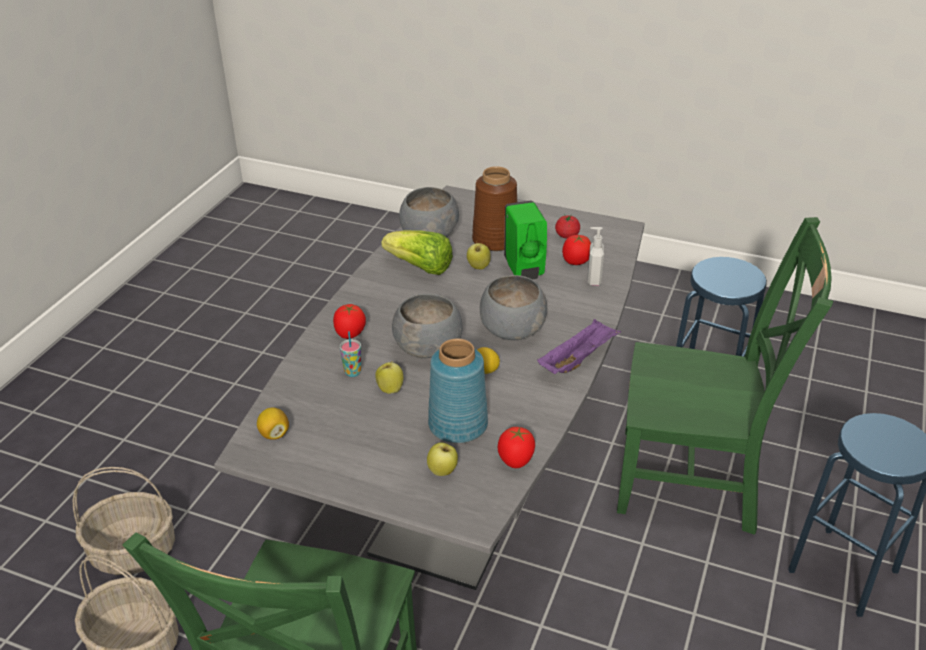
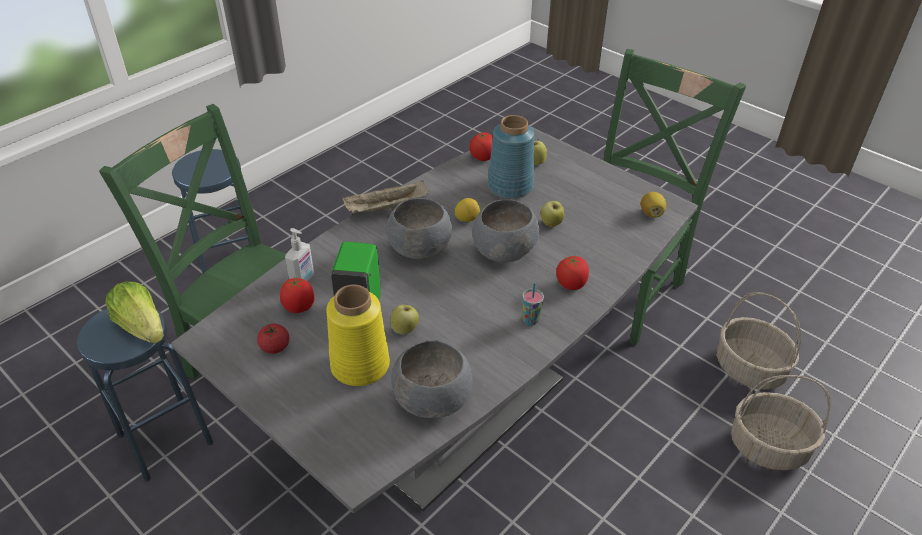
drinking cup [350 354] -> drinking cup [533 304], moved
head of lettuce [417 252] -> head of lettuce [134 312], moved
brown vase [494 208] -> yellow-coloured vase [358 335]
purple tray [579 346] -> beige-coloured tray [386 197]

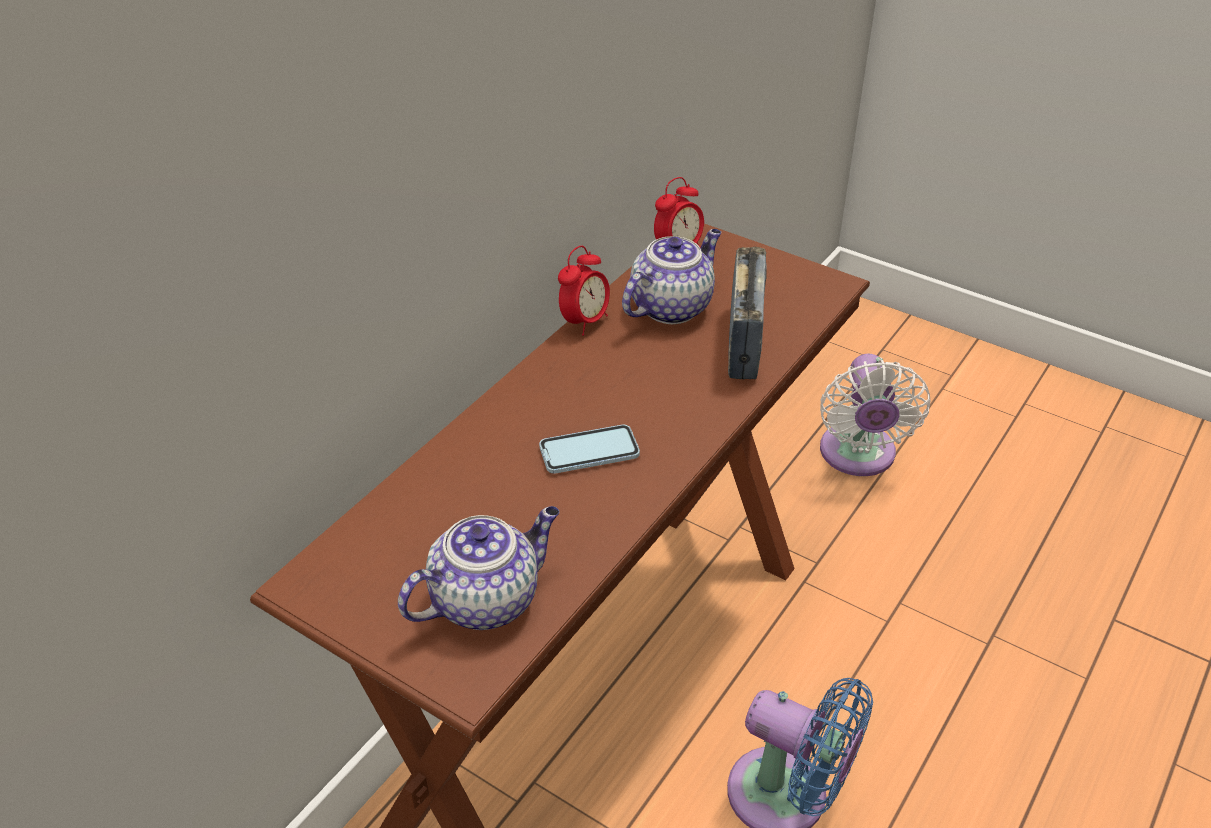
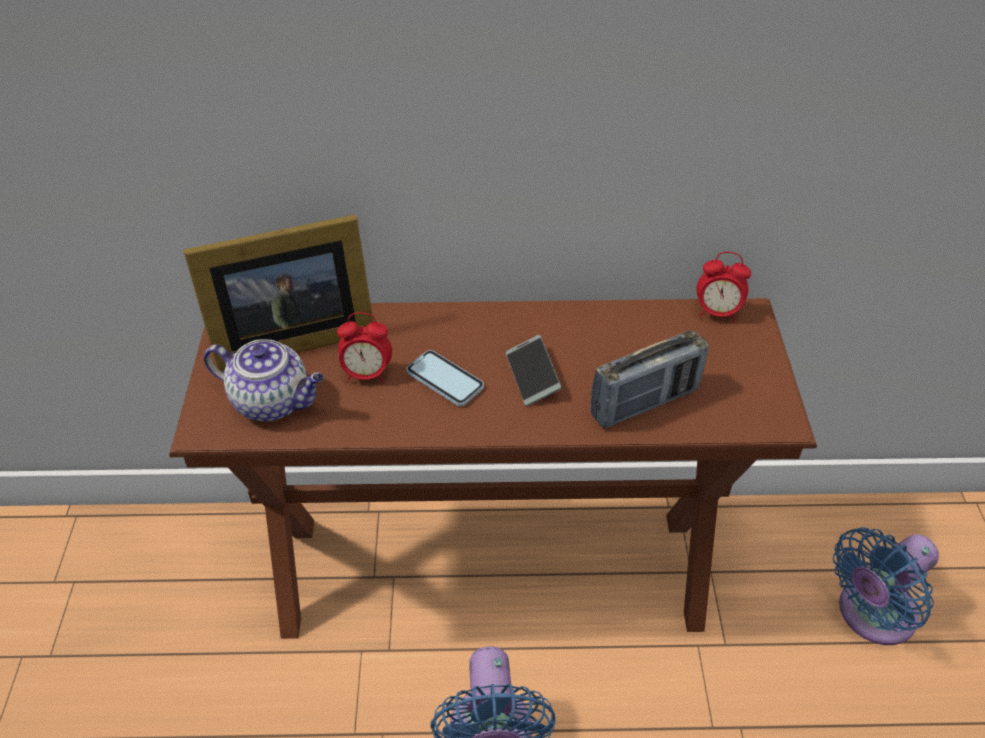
table clock [584 291] -> table clock [364 347], moved
pot for tea [672 276] -> none
white fan [875 415] -> blue-coloured fan [886 586]
none -> photo frame [278 292]
none -> phone [533 370]

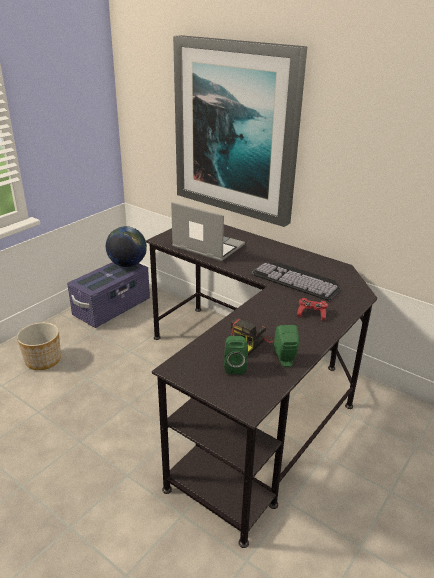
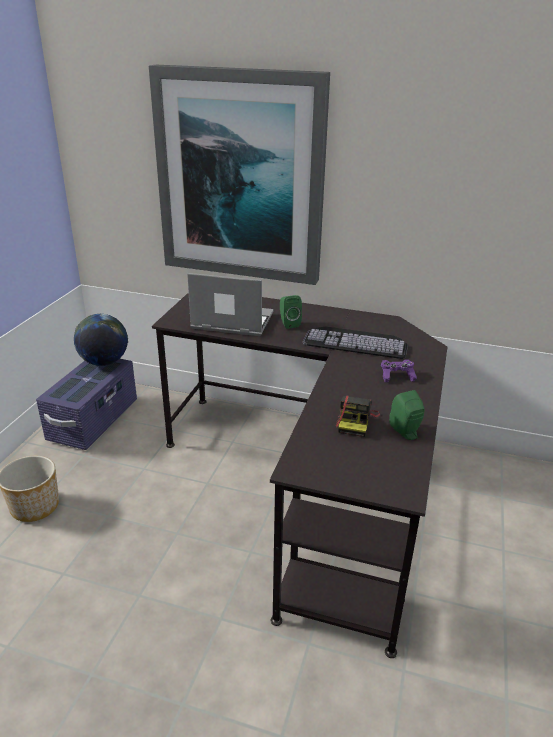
green speaker [236 355] -> green speaker [291 312], moved
red joypad [312 309] -> purple joypad [399 370]

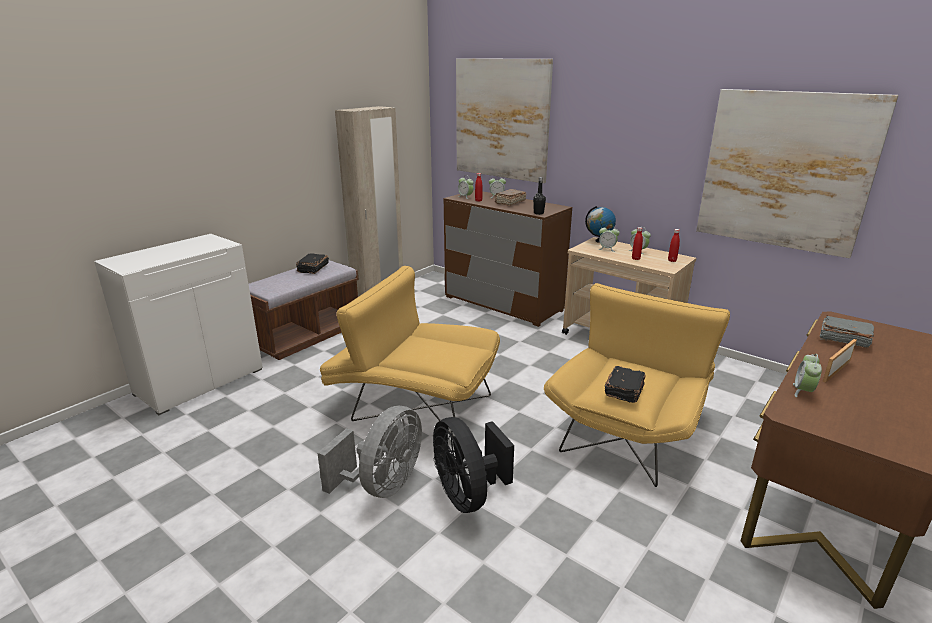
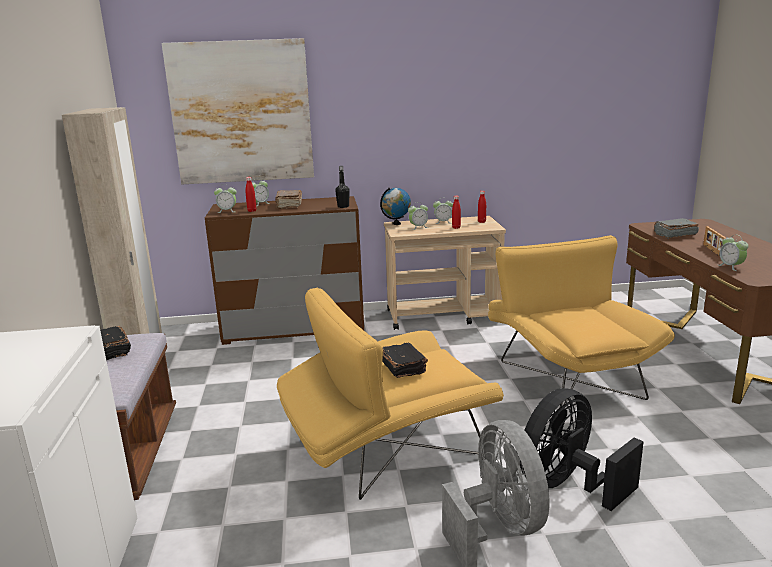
black fan [473 465] -> black fan [582 449], 120 degrees clockwise
black volume [625 384] -> black volume [405 360], moved
wall picture [797 173] -> none

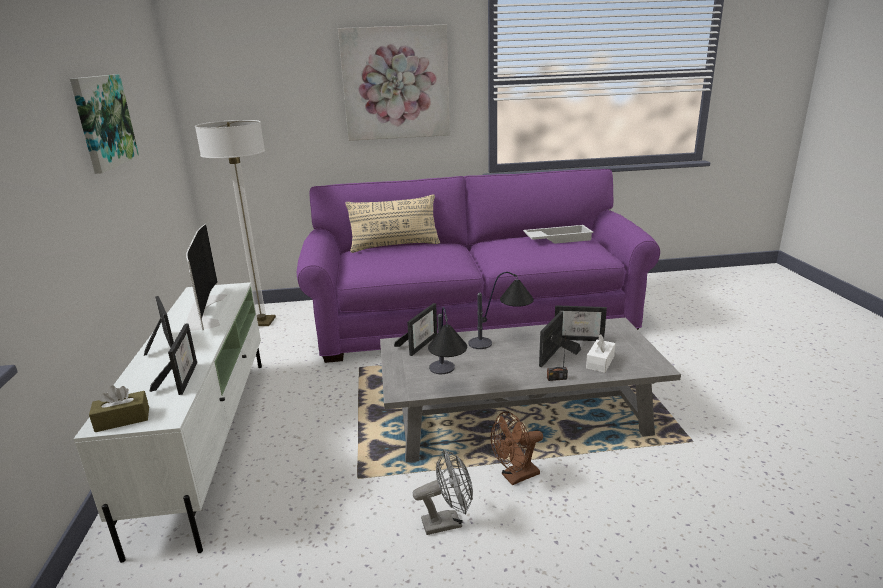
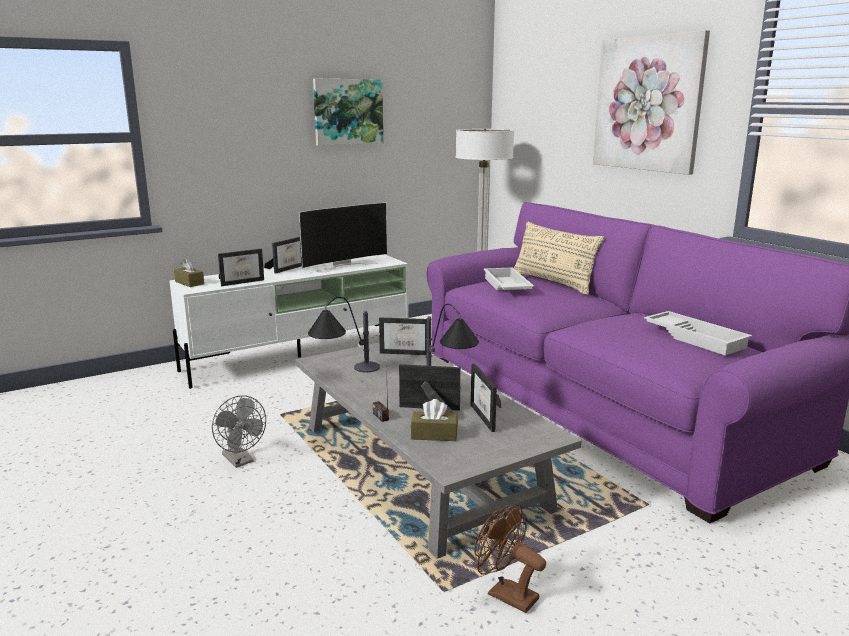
brown fan [517 448] -> brown fan [510 558], moved
white box of tissues [601 353] -> brown box of tissues [434 420]
none -> white tray [509 279]

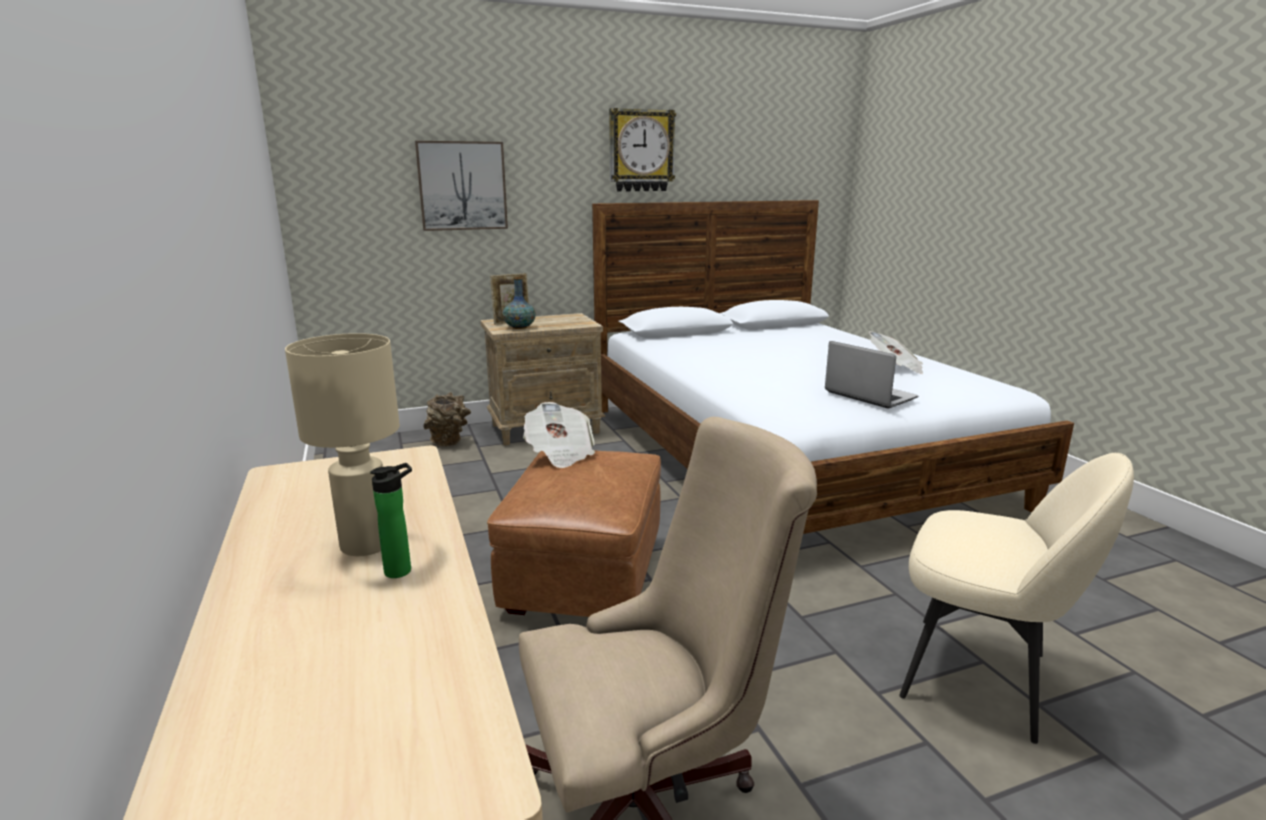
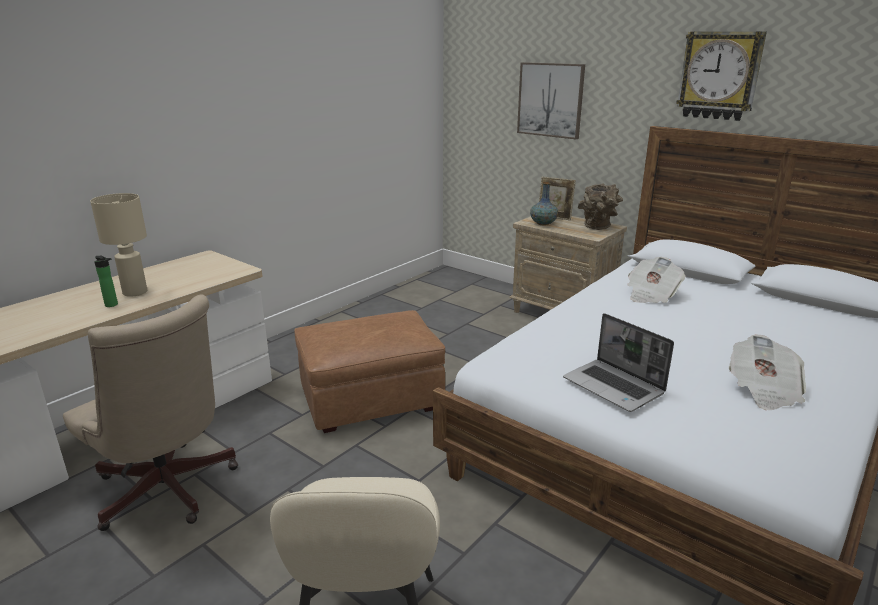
brown vase [447 419] -> brown vase [600 206], moved
printed paper [559 435] -> printed paper [656 280], moved
portable computer [872 374] -> portable computer [618 362], 120 degrees clockwise

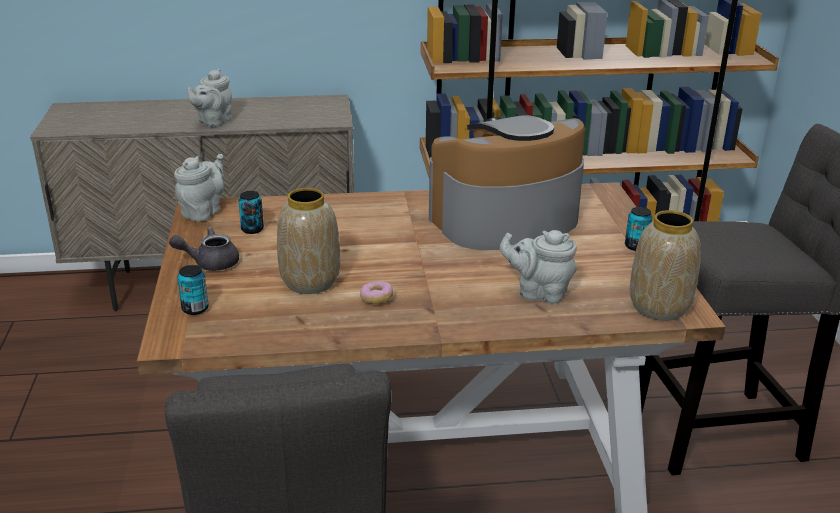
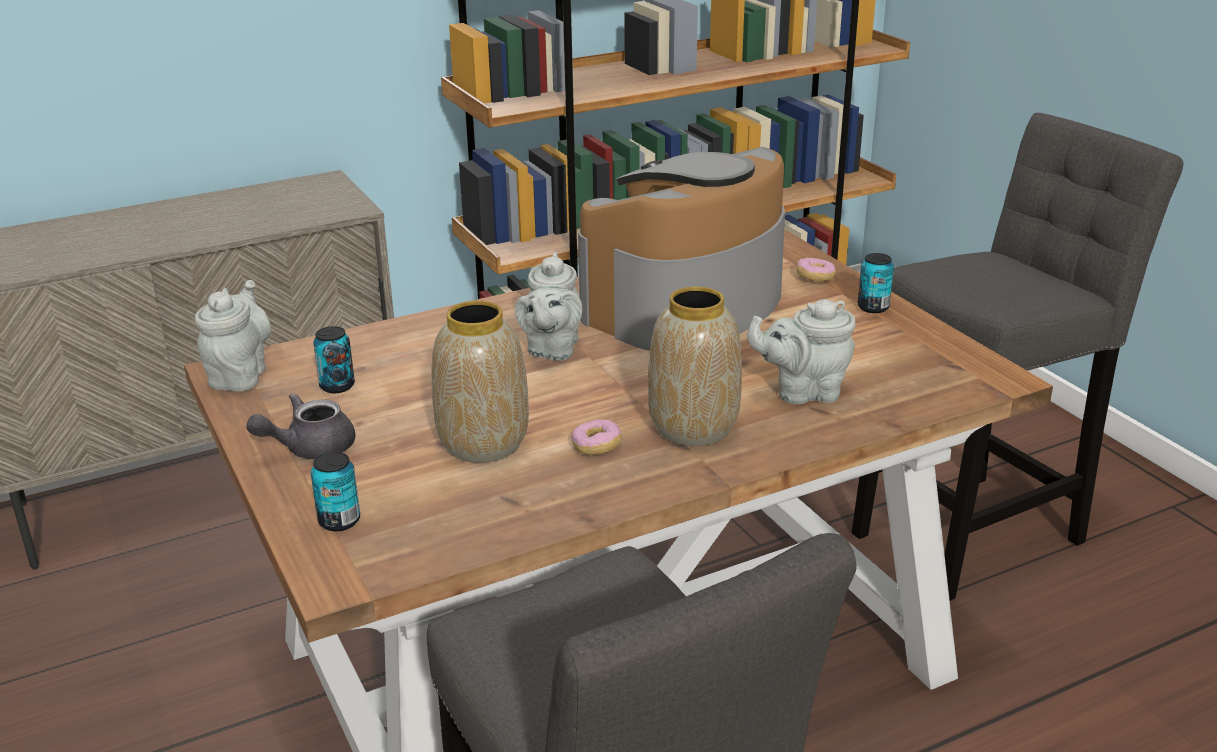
greyish pot for tea [209 98] -> greyish pot for tea [548 306], moved
vase [665 265] -> vase [695 366], moved
none -> ring doughnut [816 269]

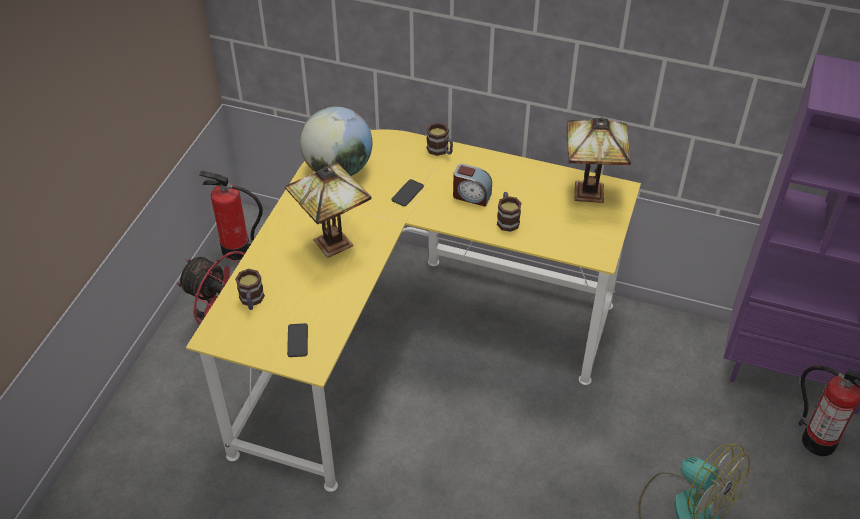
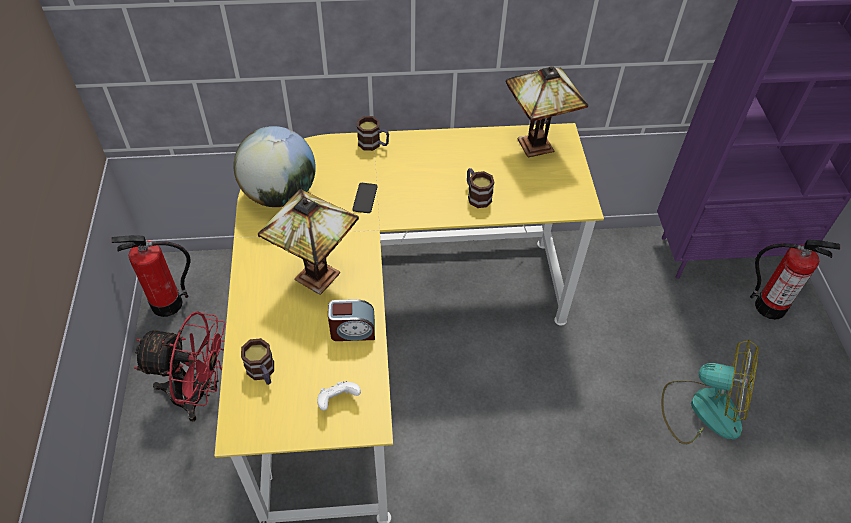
phone [297 340] -> white joypad [339 396]
table clock [472 185] -> table clock [351 320], moved

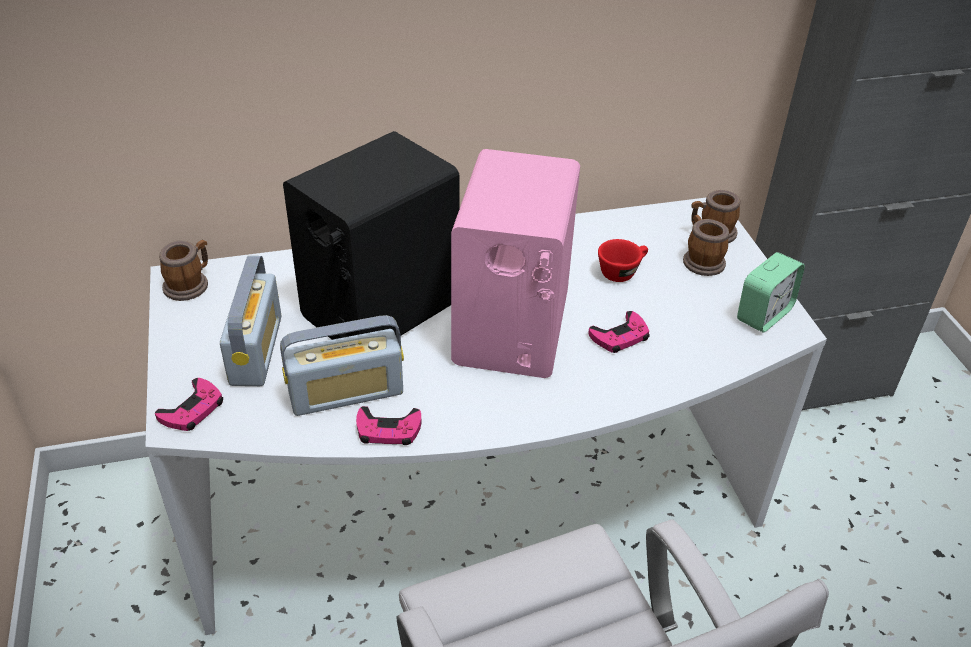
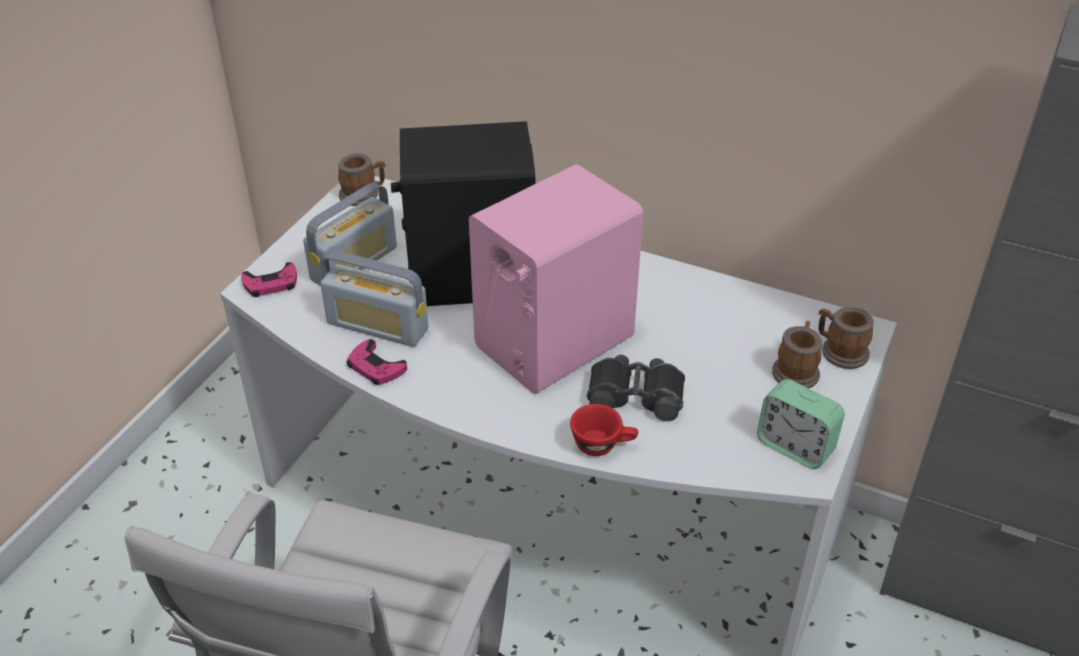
pink joypad [619 332] -> black binoculars [636 388]
red drinking cup [623 260] -> red drinking cup [604 430], moved
table clock [771 292] -> table clock [801 424], 45 degrees clockwise

